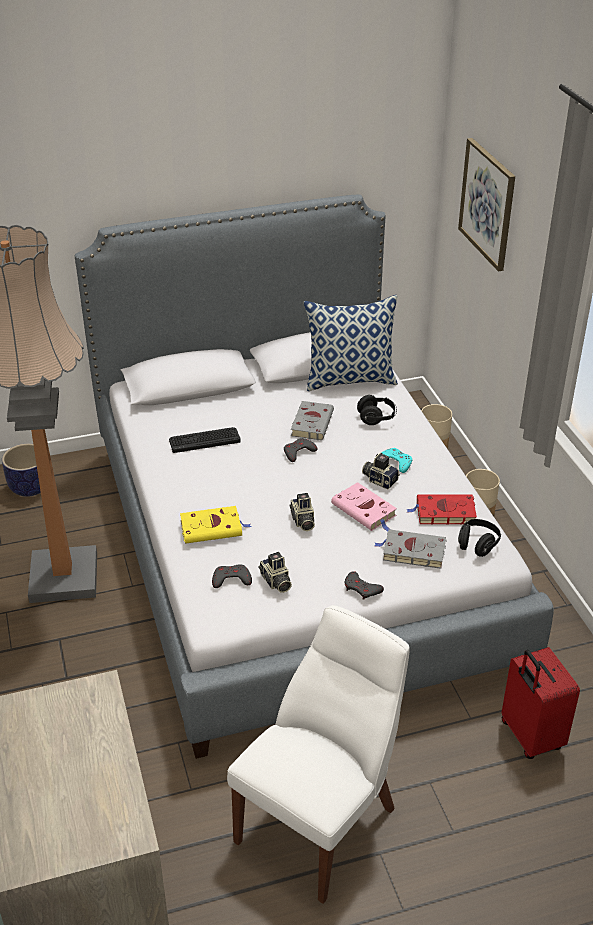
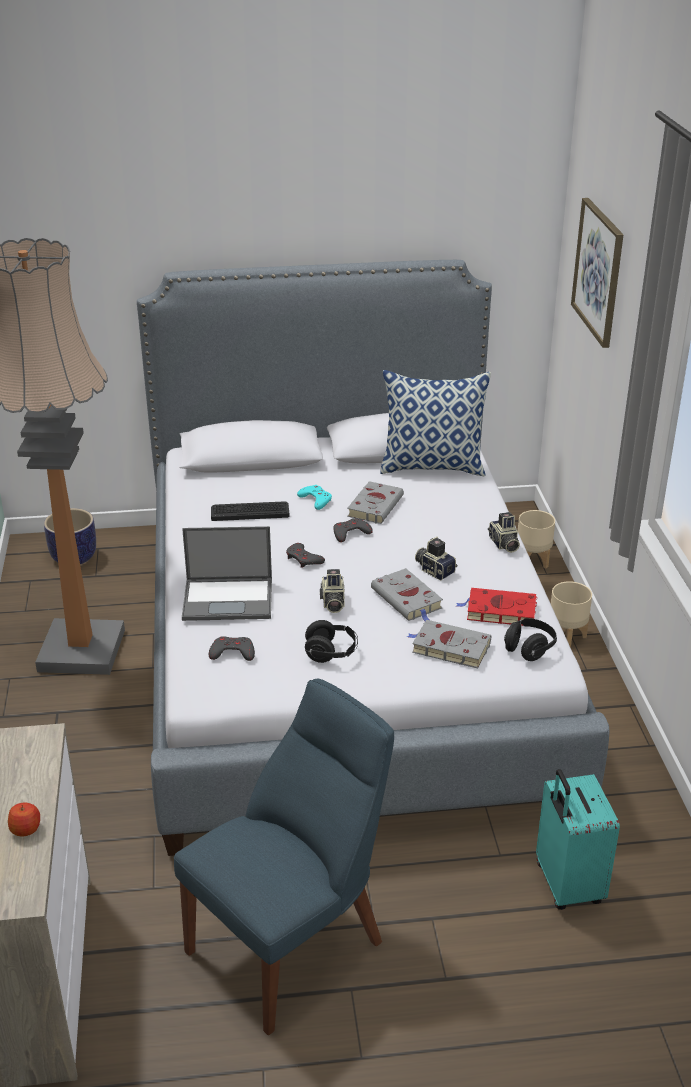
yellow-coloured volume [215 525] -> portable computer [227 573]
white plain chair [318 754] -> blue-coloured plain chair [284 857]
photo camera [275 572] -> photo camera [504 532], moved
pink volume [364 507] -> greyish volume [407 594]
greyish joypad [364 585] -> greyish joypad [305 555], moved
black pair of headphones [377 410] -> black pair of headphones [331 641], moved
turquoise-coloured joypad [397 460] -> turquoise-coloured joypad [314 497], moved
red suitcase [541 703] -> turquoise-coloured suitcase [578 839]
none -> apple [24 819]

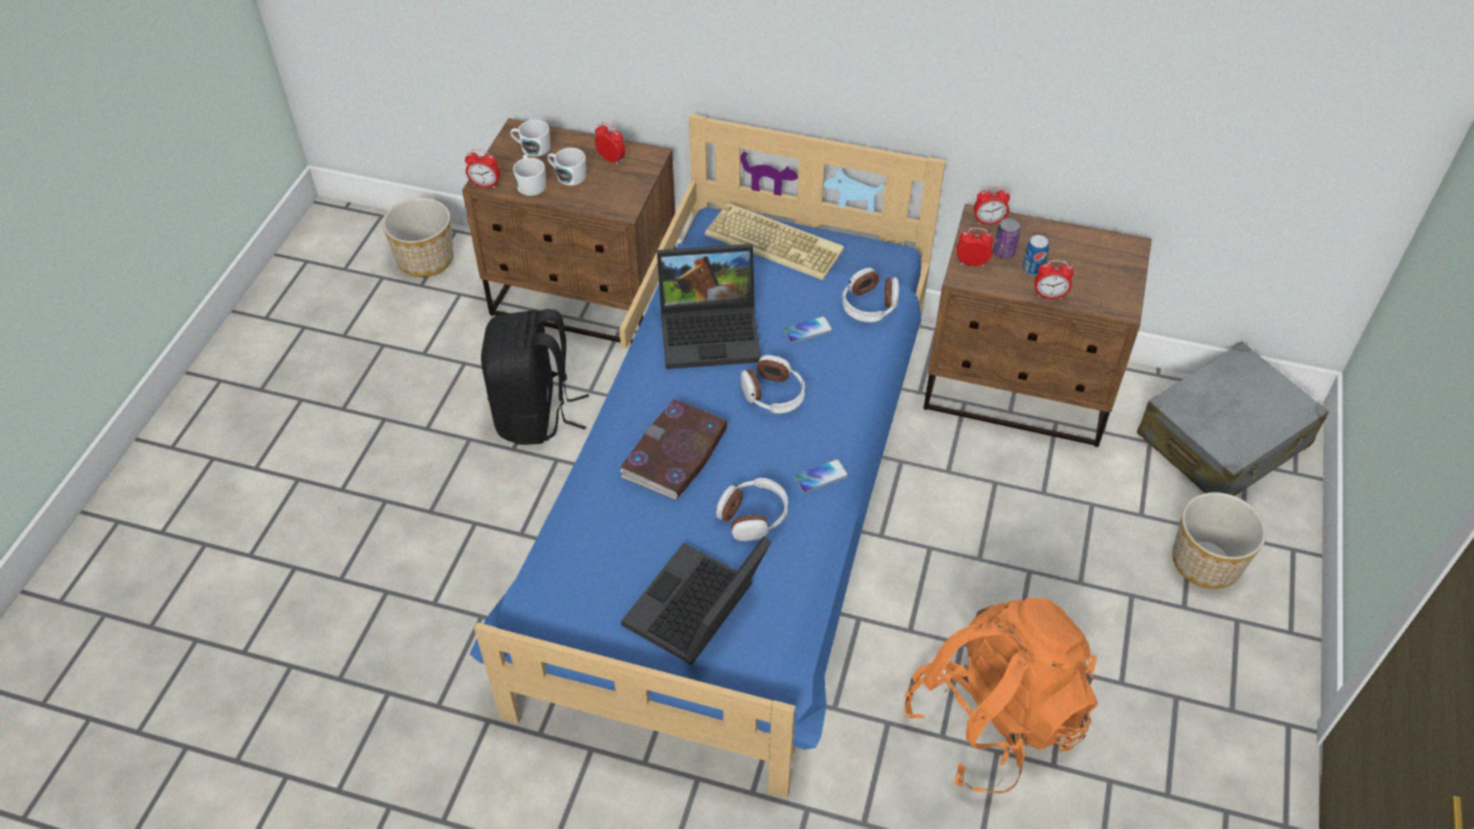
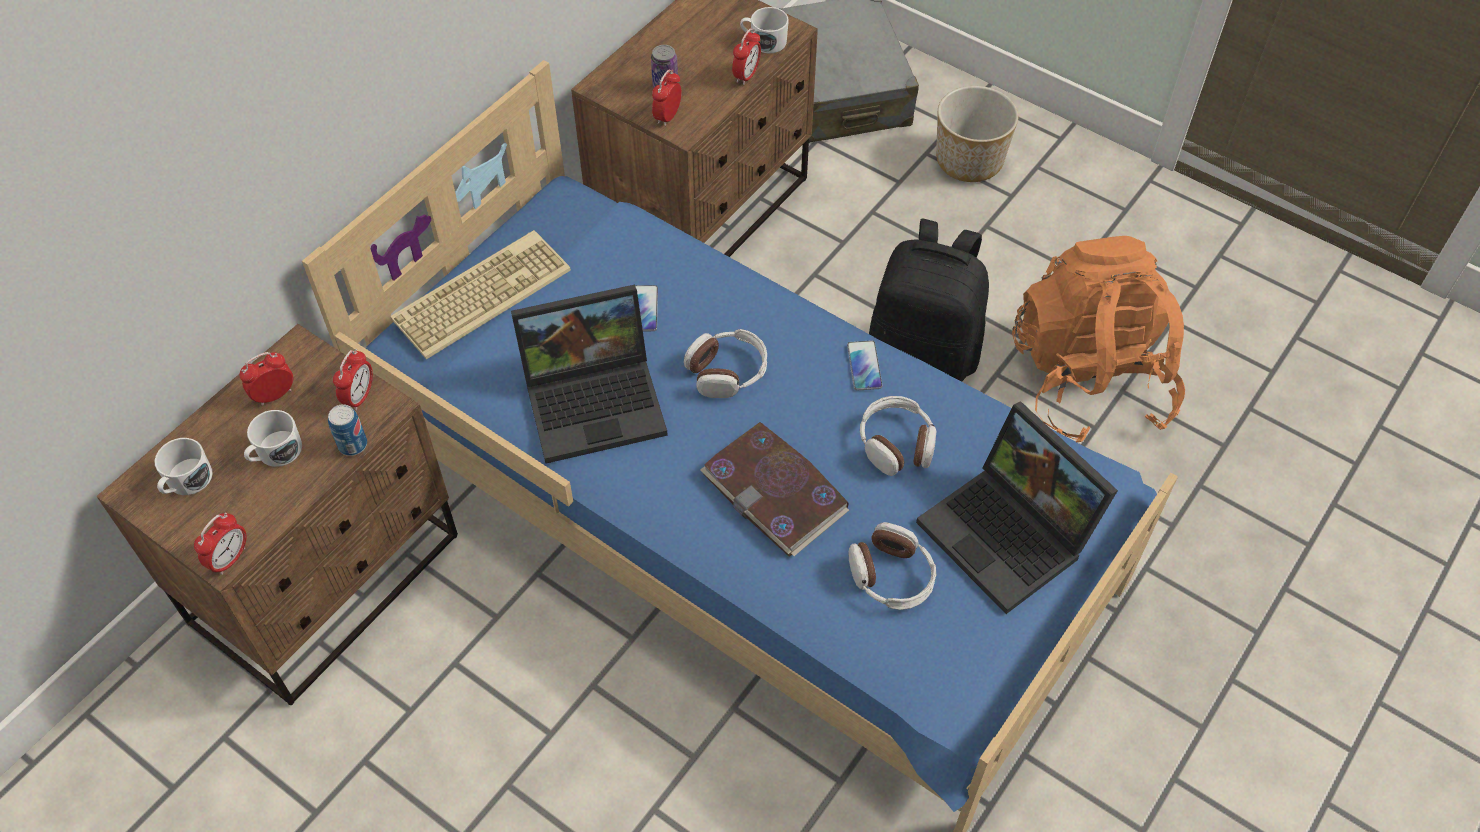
planter [418 237] -> none
black rucksack [535 377] -> black rucksack [929 300], moved
white mug [529 175] -> white mug [764 30], moved
portable computer [709 306] -> portable computer [589 374], 60 degrees clockwise
pair of headphones [870 295] -> pair of headphones [892 566], moved
table clock [992 205] -> table clock [353 380], moved
metal can [1035 255] -> metal can [347 430], moved

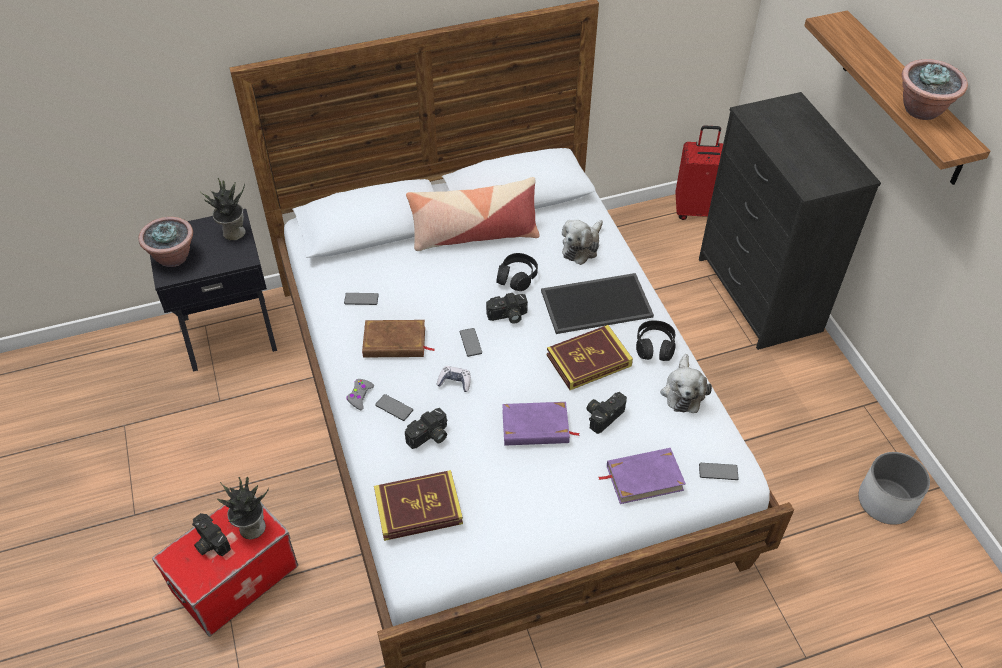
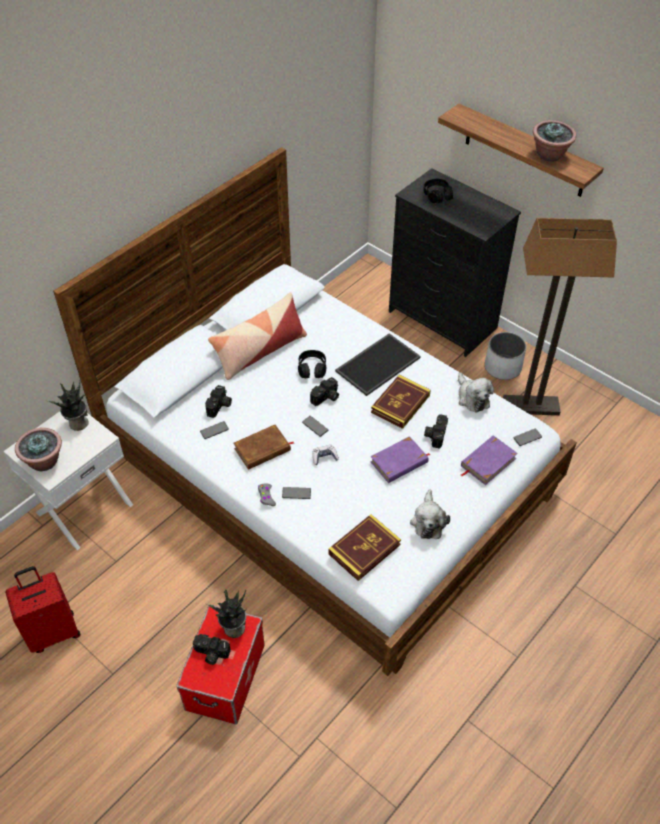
black night table [213 290] -> white night table [68 480]
photo camera [426 428] -> photo camera [218 401], moved
plush toy [582 242] -> plush toy [430 514], moved
black pair of headphones [655 340] -> black pair of headphones [438 191], moved
red suitcase [699 173] -> red suitcase [42 609], moved
white planter [894 488] -> white planter [505 356], moved
none -> standing lamp [560 316]

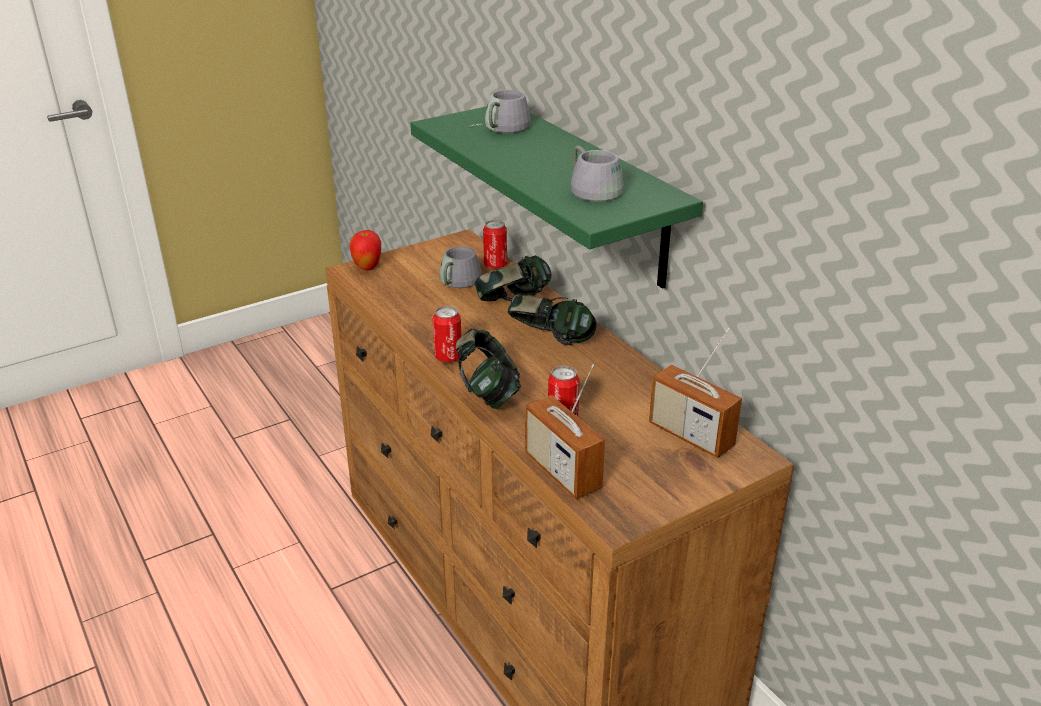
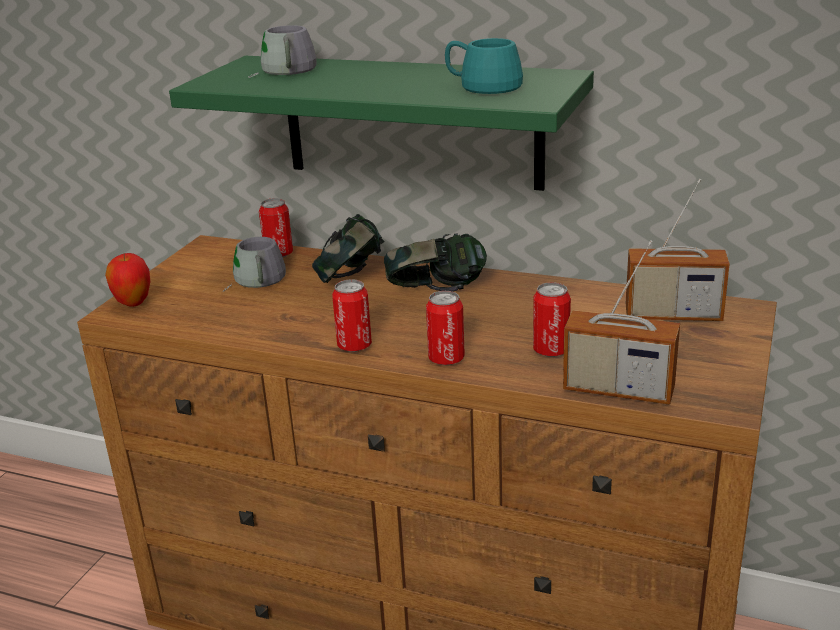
pair of headphones [488 369] -> metal can [445 328]
greyish mug [597 174] -> turquoise-coloured mug [484 66]

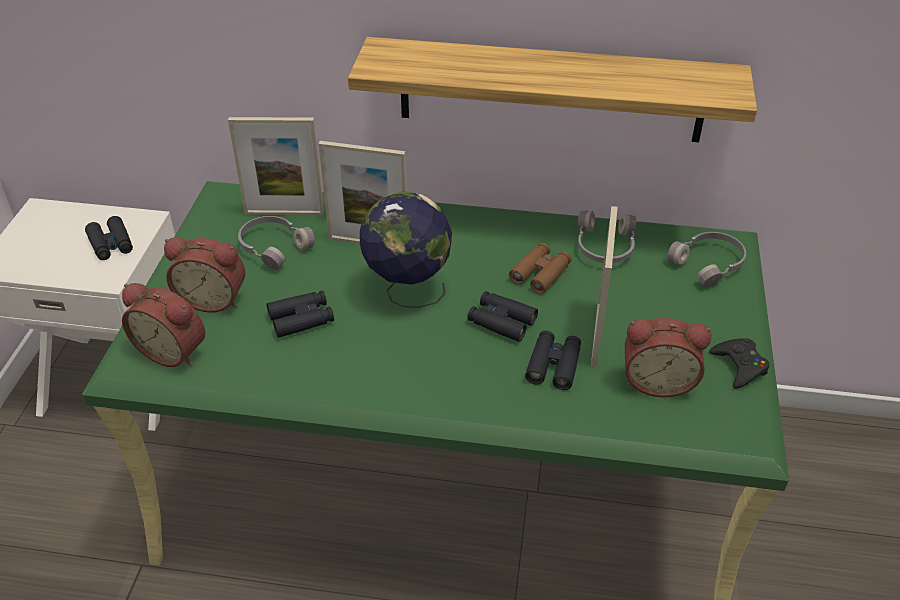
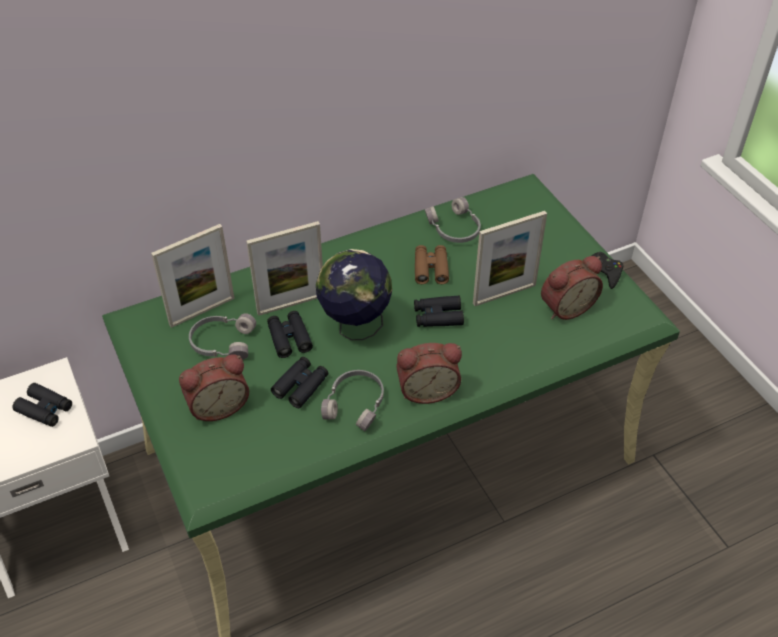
table clock [163 325] -> table clock [429 373], moved
bracket shelf [552 89] -> none
black binoculars [553 360] -> black binoculars [290 334], moved
photo frame [604 286] -> photo frame [510 258], 90 degrees counterclockwise
greyish pair of headphones [707 259] -> greyish pair of headphones [352 400], moved

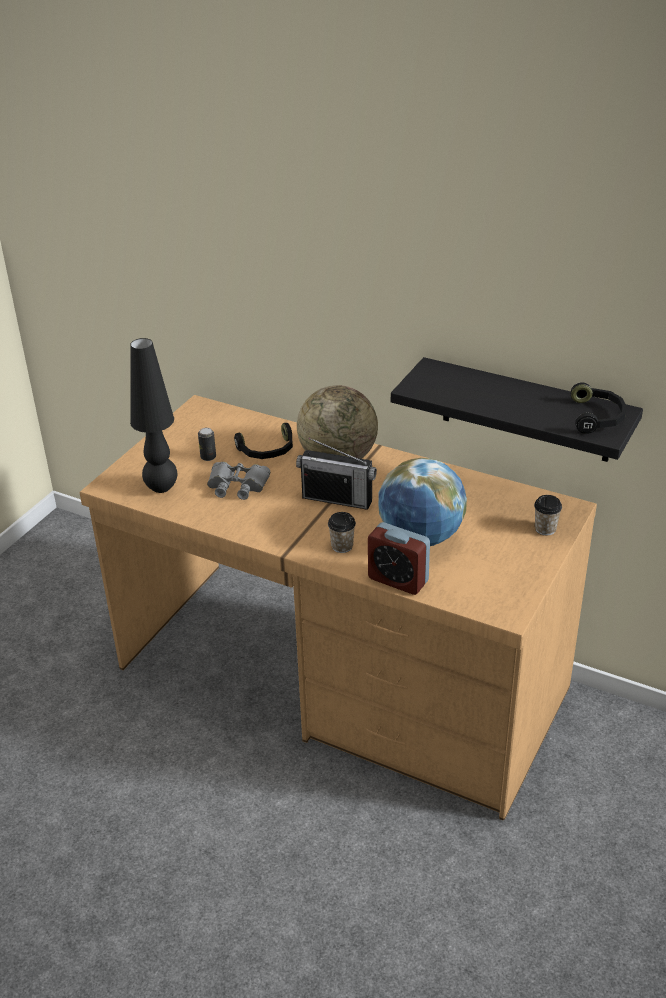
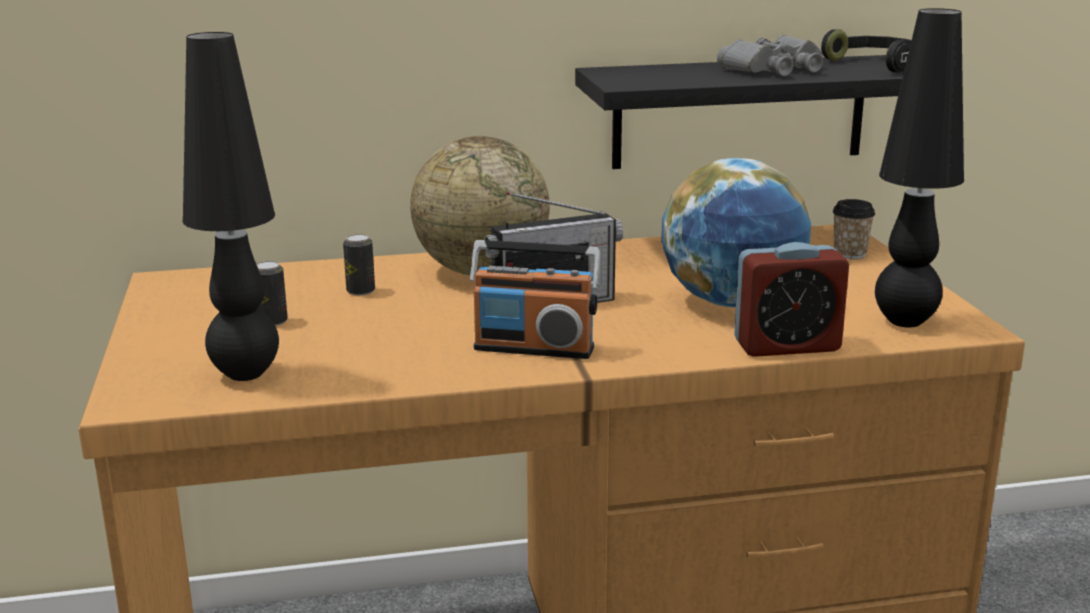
greyish binoculars [238 481] -> greyish binoculars [770 55], moved
black pair of headphones [263 441] -> metal can [359 264]
drinking cup [342 532] -> none
none -> radio receiver [535 299]
none -> black lamp for a table [919 167]

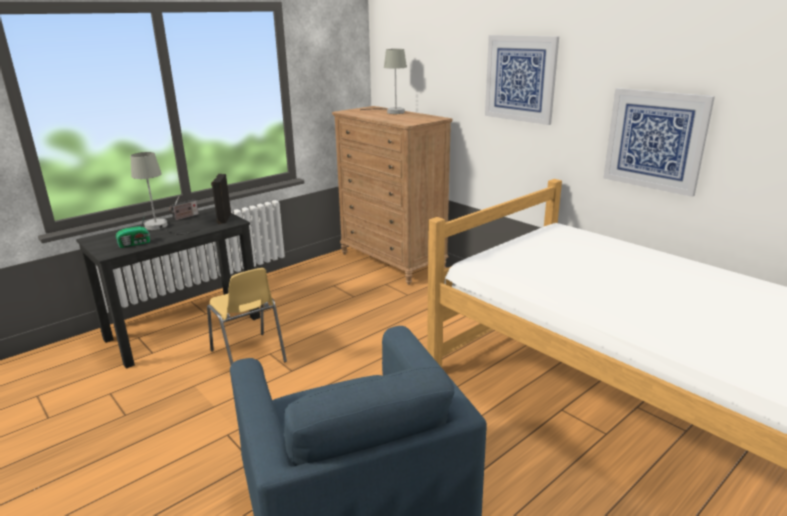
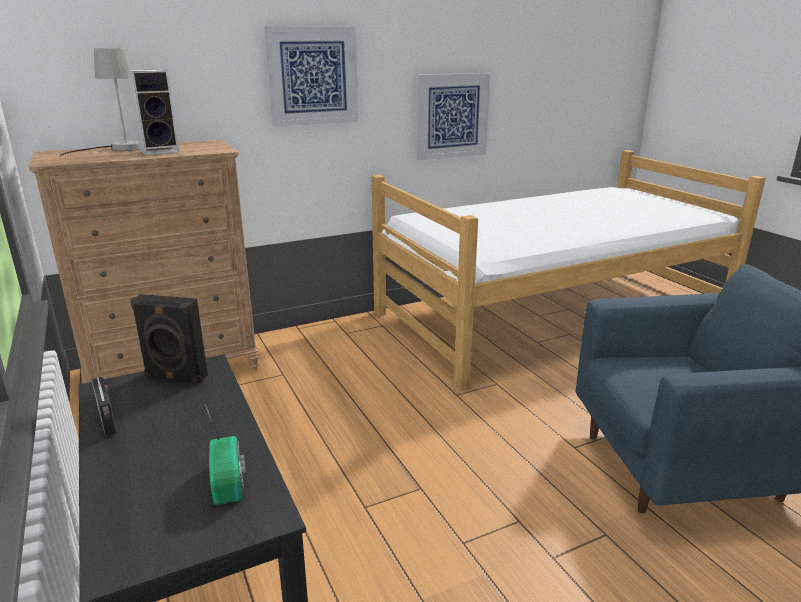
greyish lamp for a table [165 193] -> none
yellow-coloured plain chair [247 316] -> none
none -> speaker [153 112]

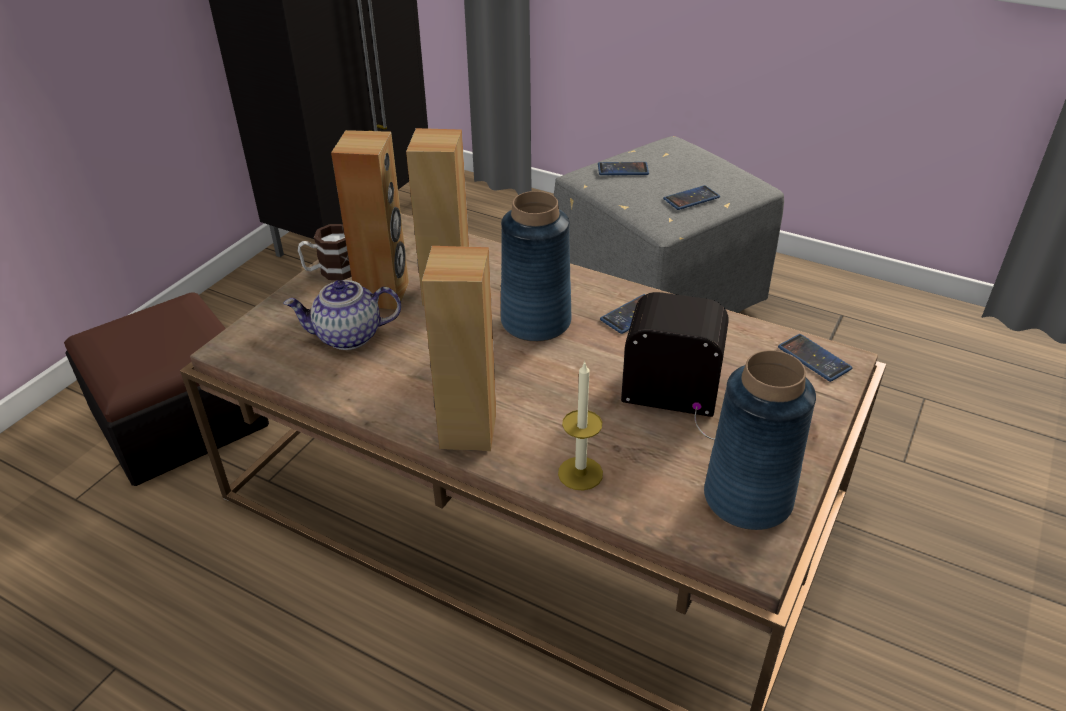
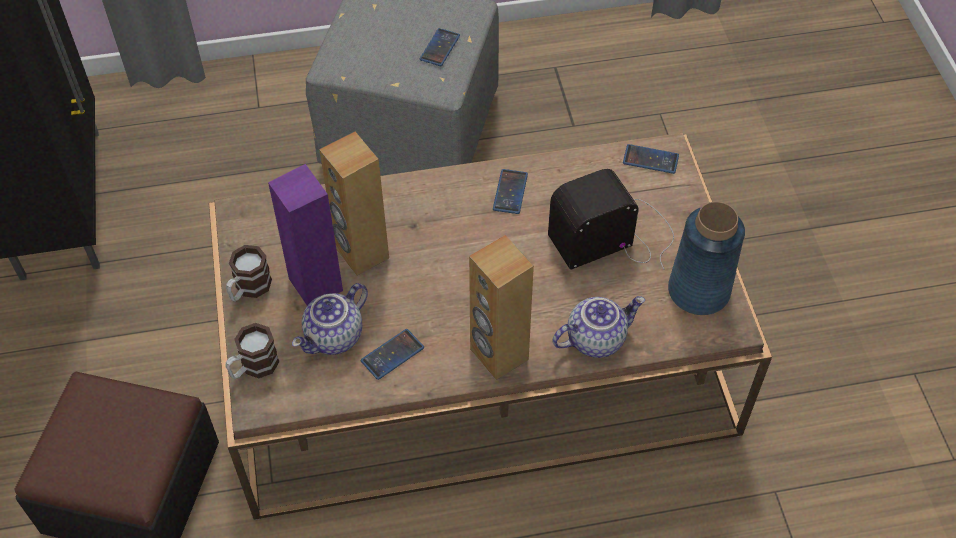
brown speaker [370 220] -> purple speaker [305 235]
blue-coloured vase [536 266] -> none
wax candle [580 426] -> pot for tea [598 327]
phone [623 168] -> phone [392 354], moved
none -> mug [252 351]

